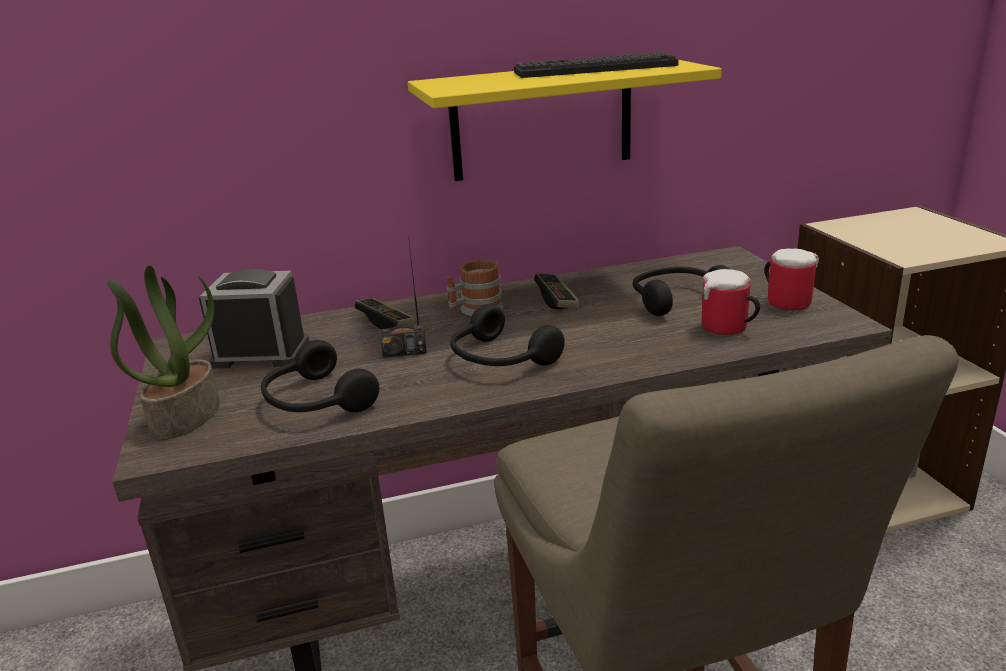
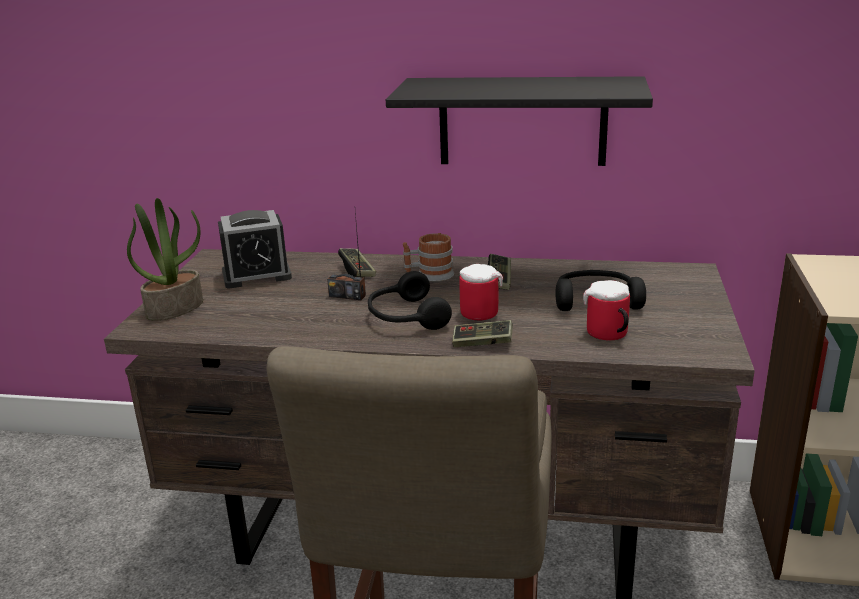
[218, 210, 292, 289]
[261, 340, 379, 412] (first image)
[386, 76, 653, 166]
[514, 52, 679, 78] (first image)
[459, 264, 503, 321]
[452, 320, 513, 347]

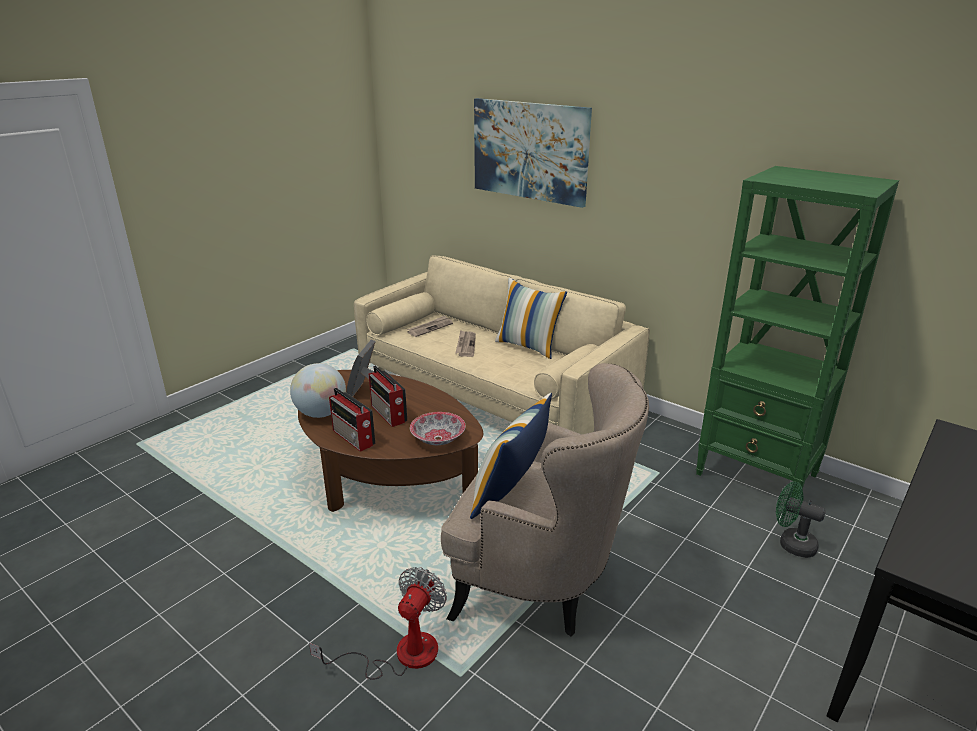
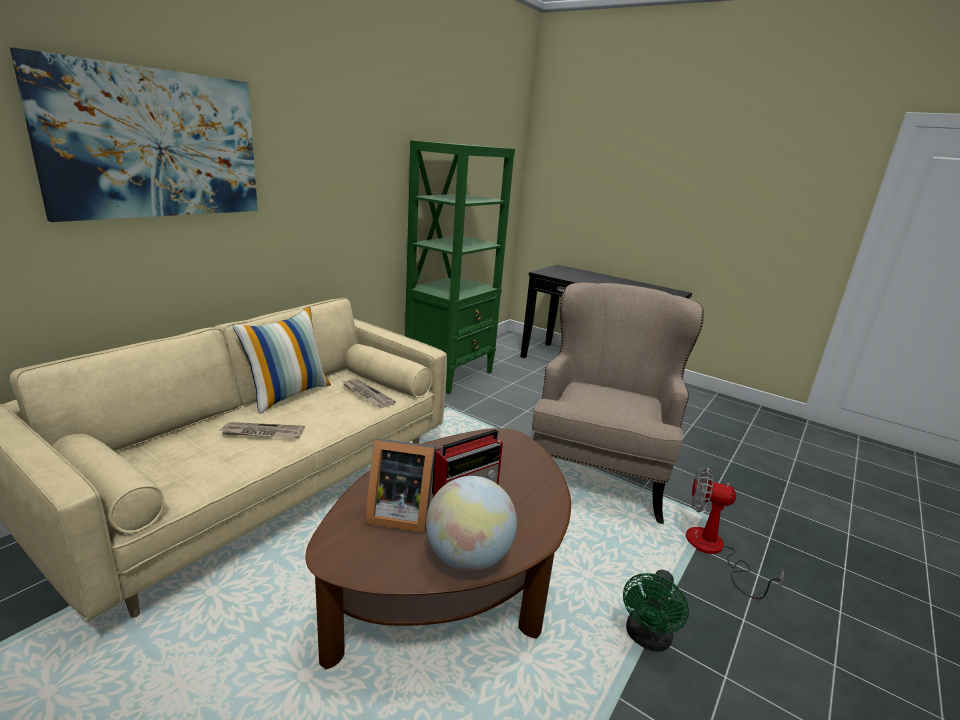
[329, 388, 375, 452] (first image)
[342, 379, 396, 408]
[410, 412, 466, 445] (first image)
[470, 393, 552, 519] (first image)
[623, 570, 689, 652]

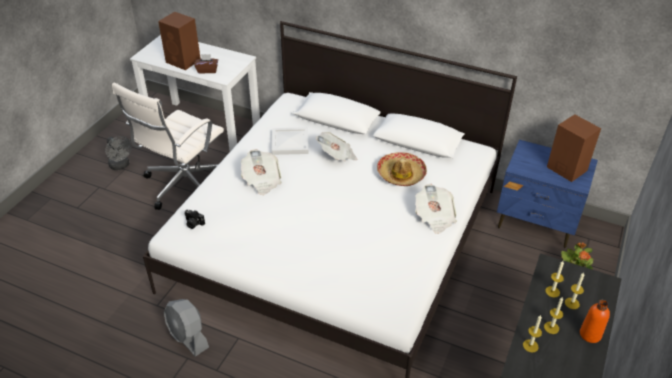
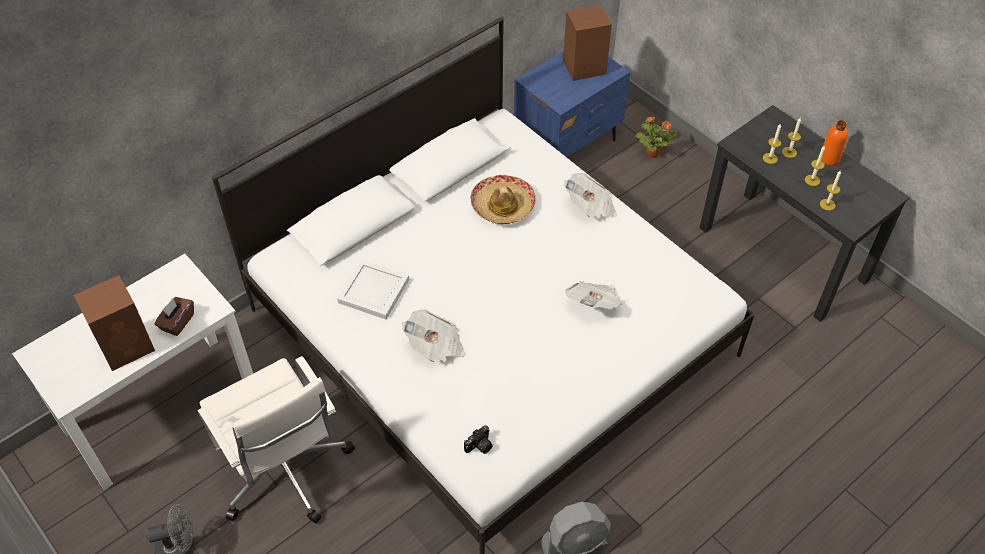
[565, 281, 622, 309]

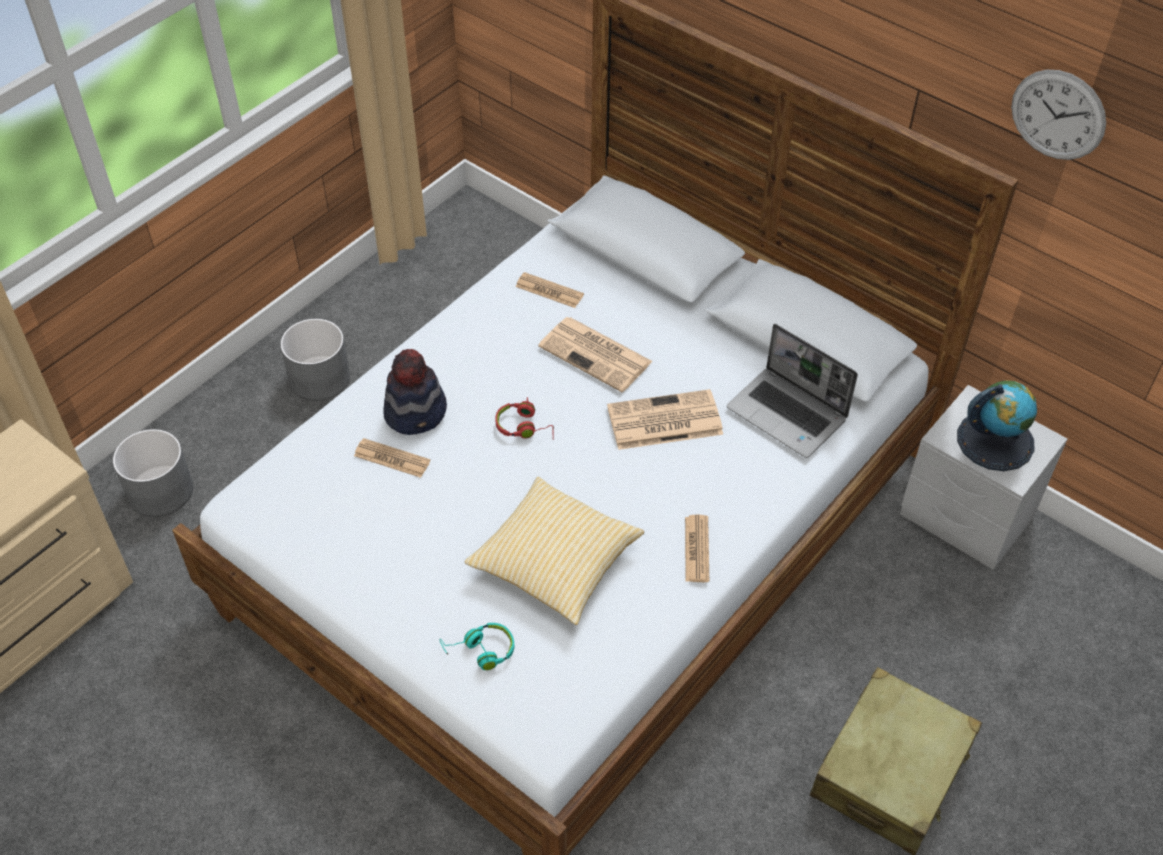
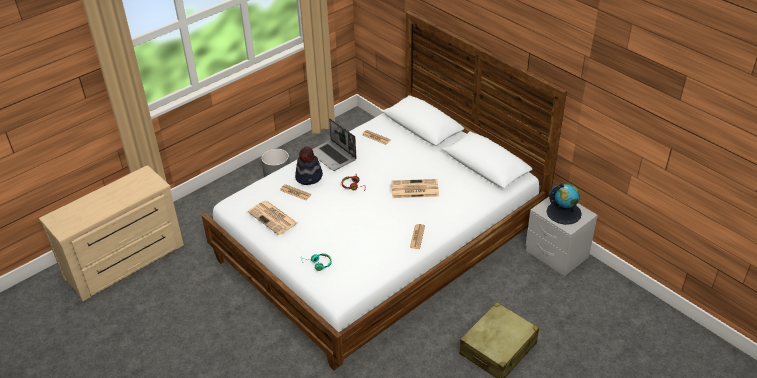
[113, 429, 193, 517] (first image)
[465, 477, 644, 625] (first image)
[248, 201, 298, 235]
[312, 118, 357, 171]
[1011, 70, 1106, 160] (first image)

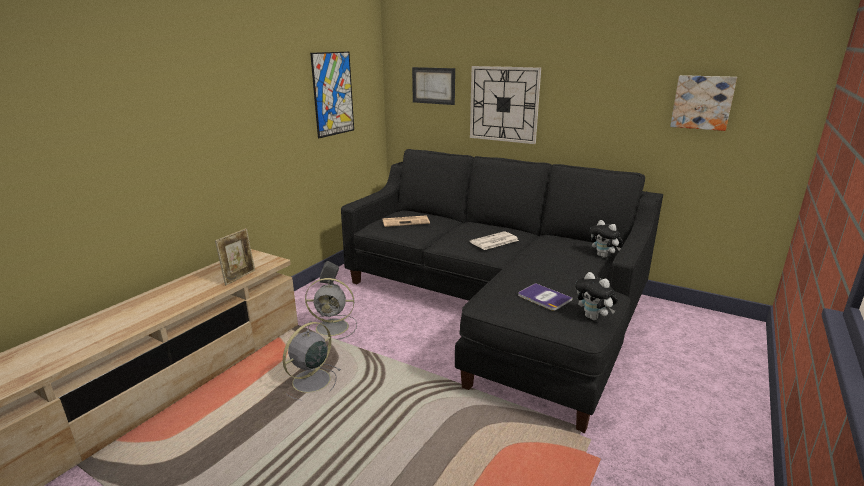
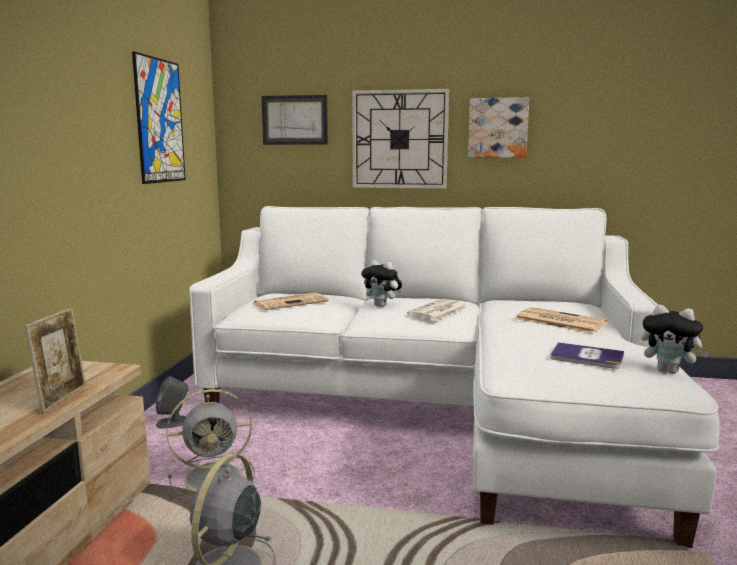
[189, 206, 719, 548]
[361, 260, 402, 307]
[468, 97, 529, 158]
[515, 307, 608, 333]

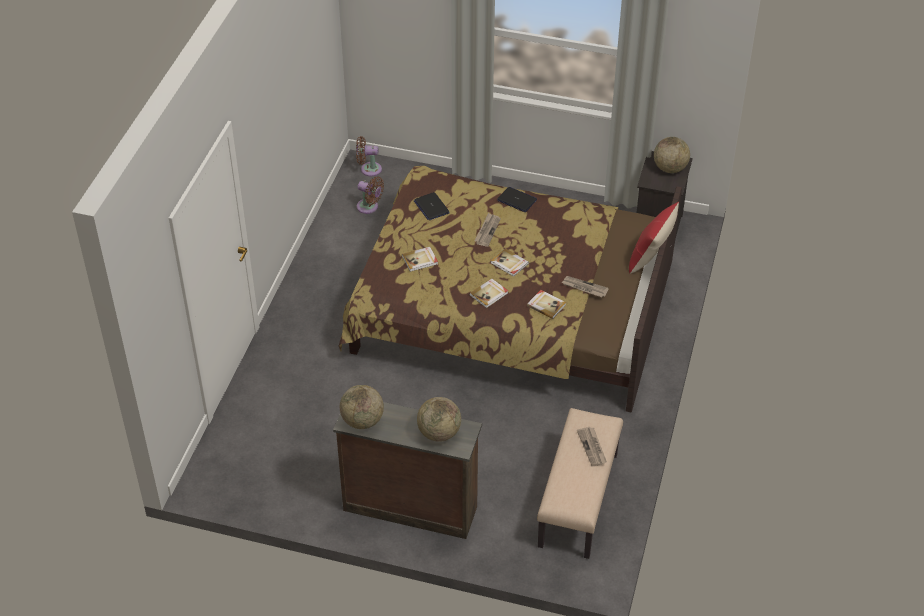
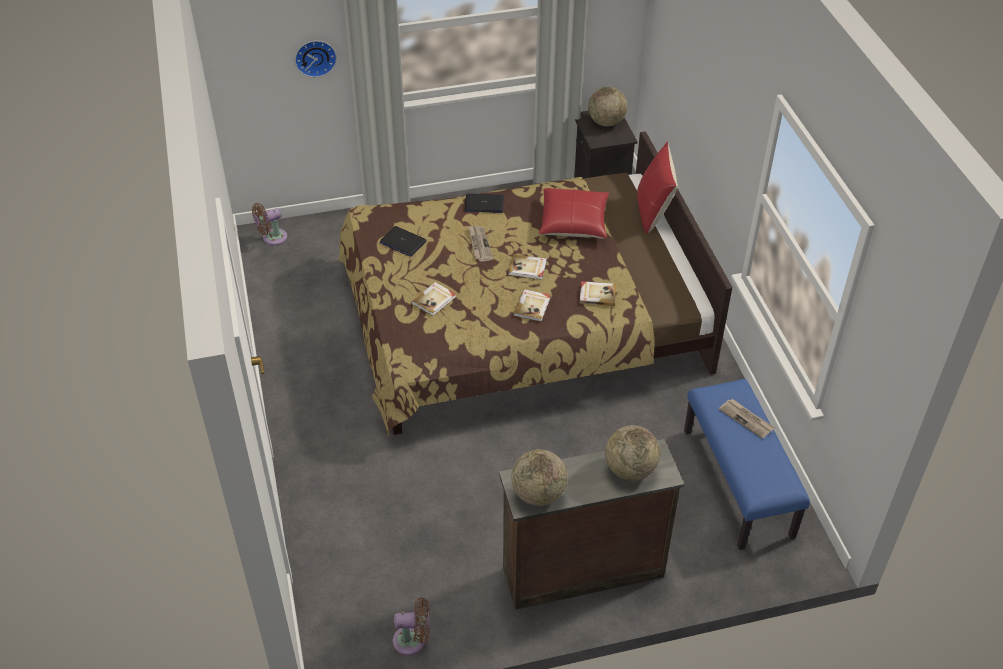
[393, 597, 429, 655]
[684, 379, 810, 550]
[561, 276, 609, 297] (first image)
[295, 41, 337, 77]
[539, 188, 609, 239]

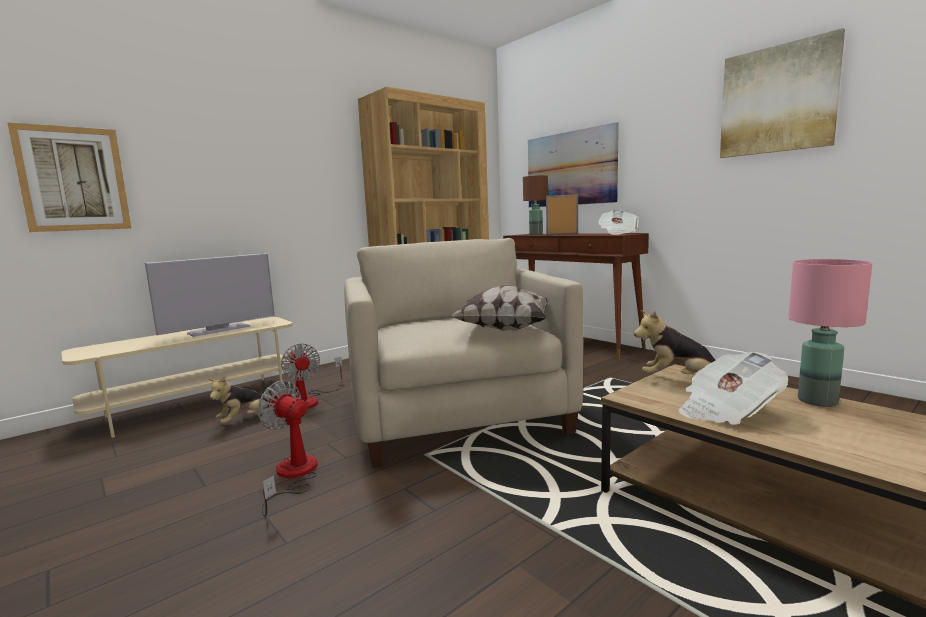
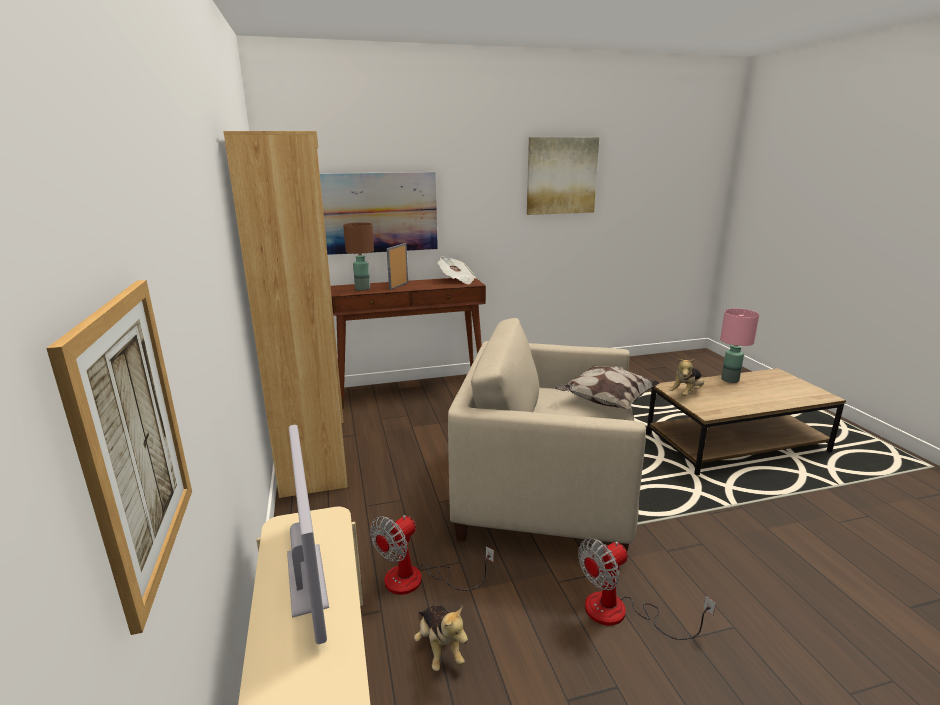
[370, 515, 494, 595]
[679, 352, 788, 425] (first image)

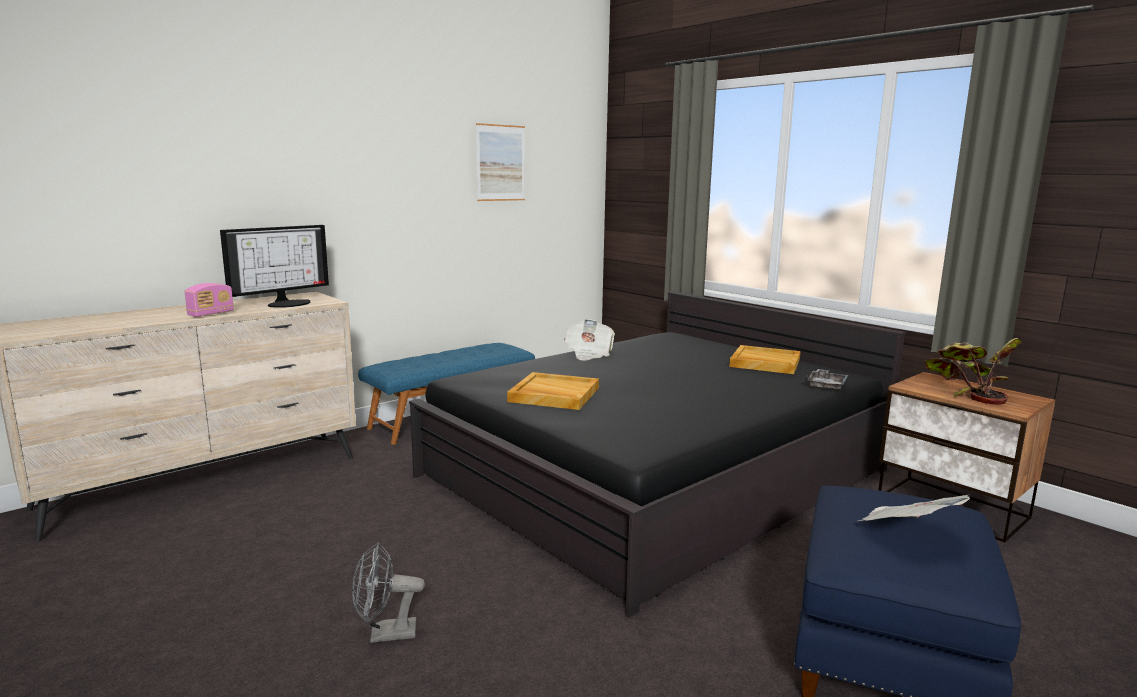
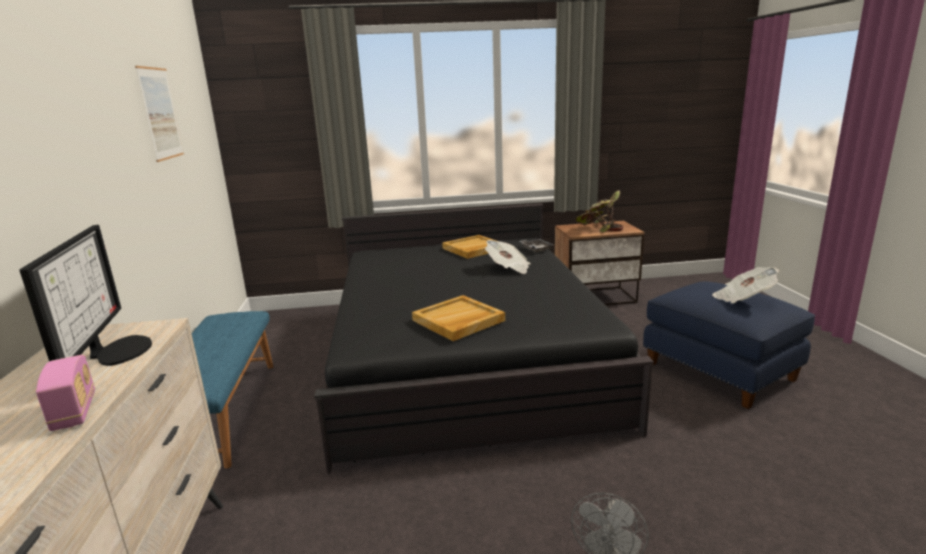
[485, 240, 530, 274]

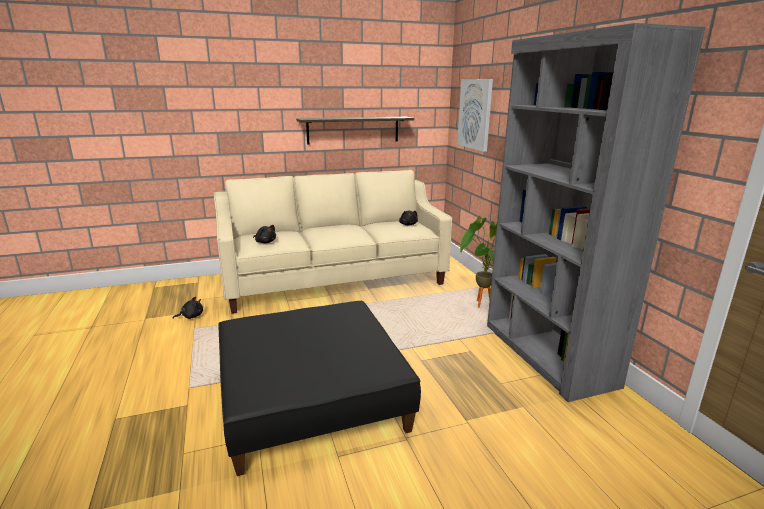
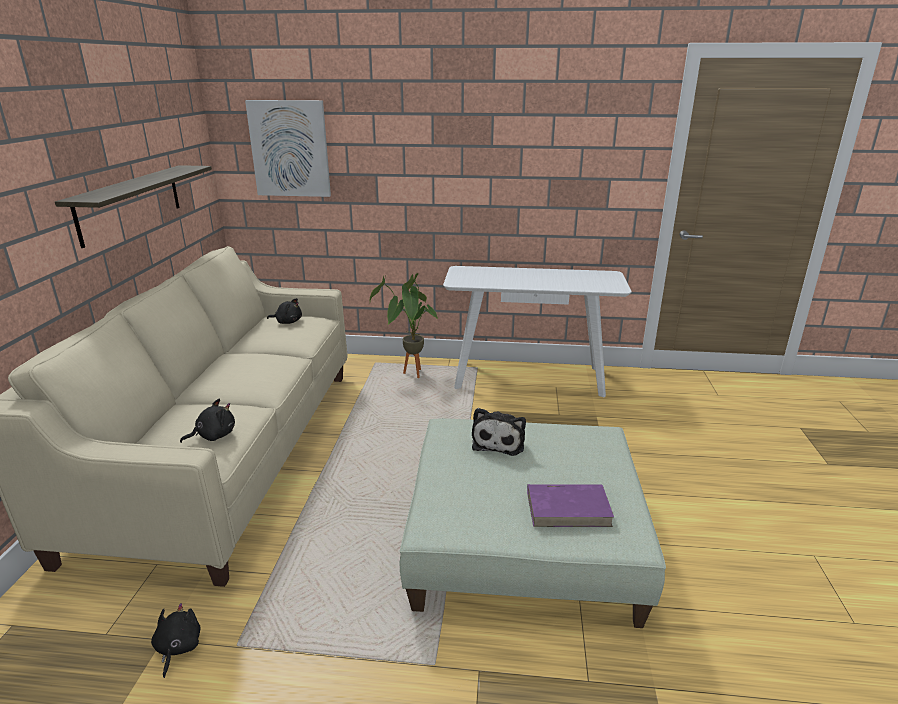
[399, 418, 666, 628]
[443, 266, 631, 397]
[472, 408, 526, 456]
[527, 484, 614, 527]

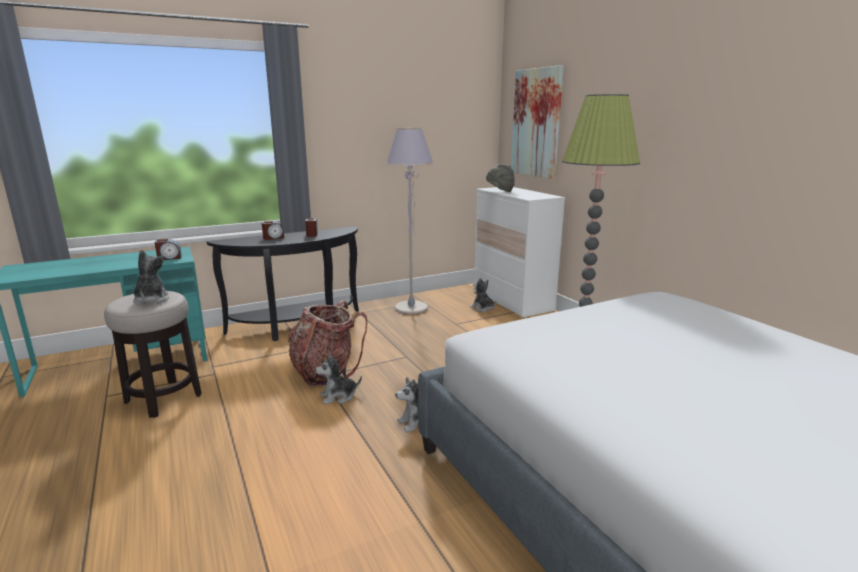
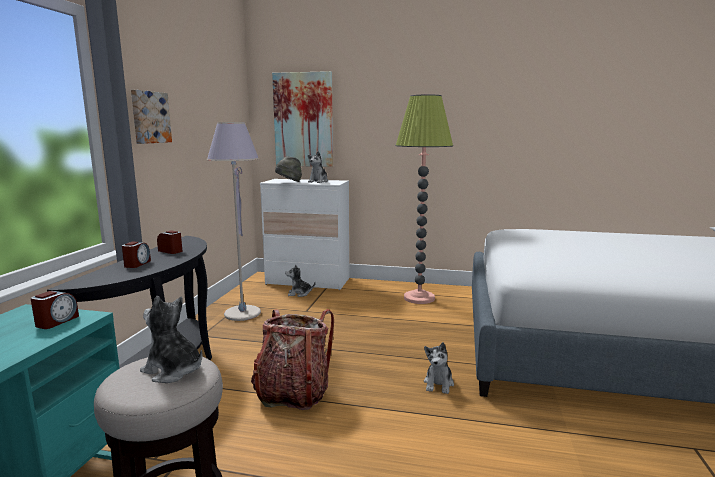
[308, 151, 328, 183]
[131, 90, 172, 144]

